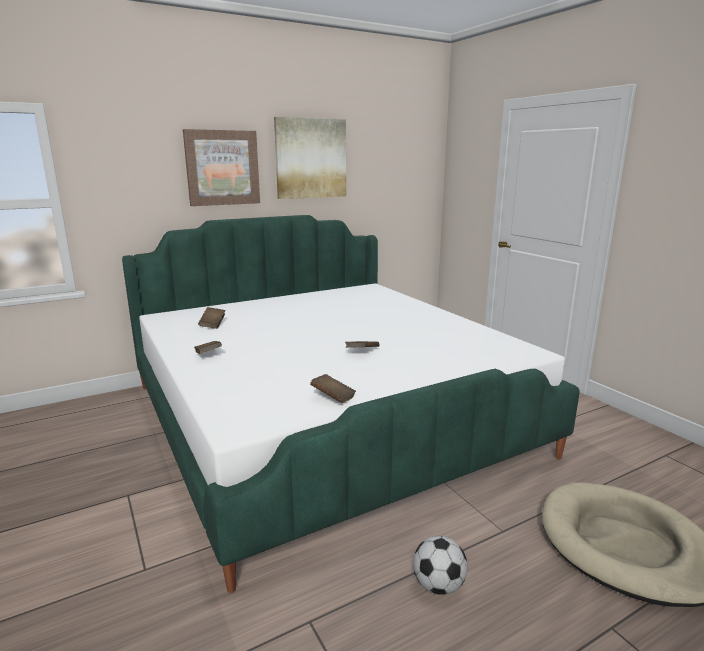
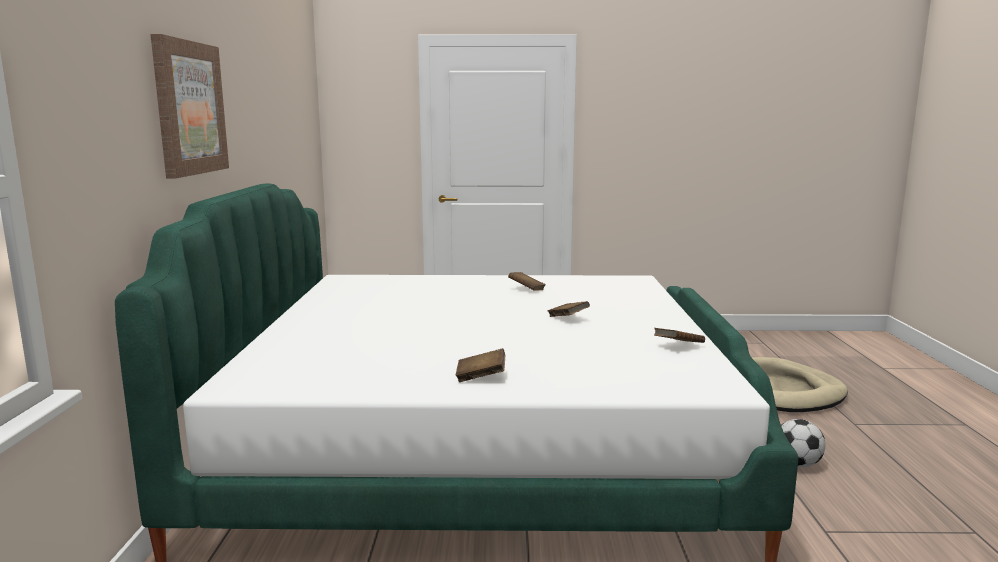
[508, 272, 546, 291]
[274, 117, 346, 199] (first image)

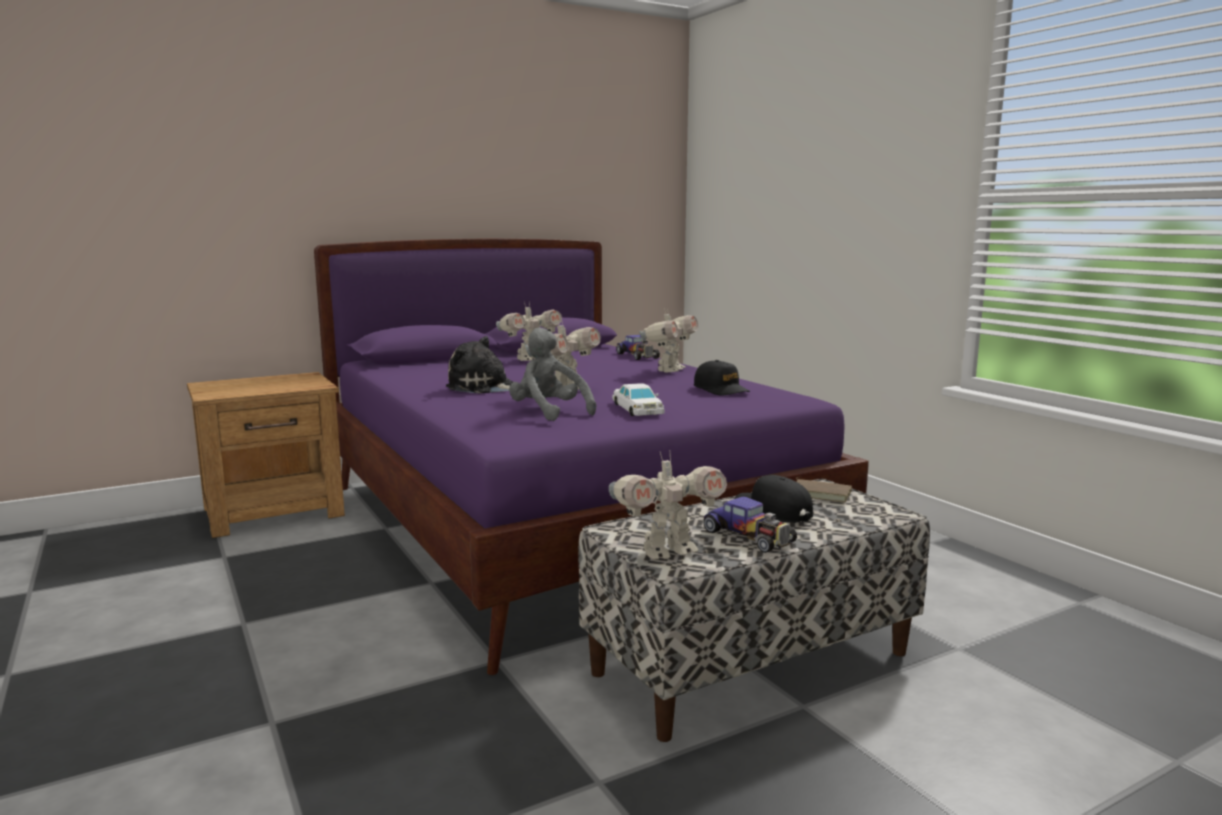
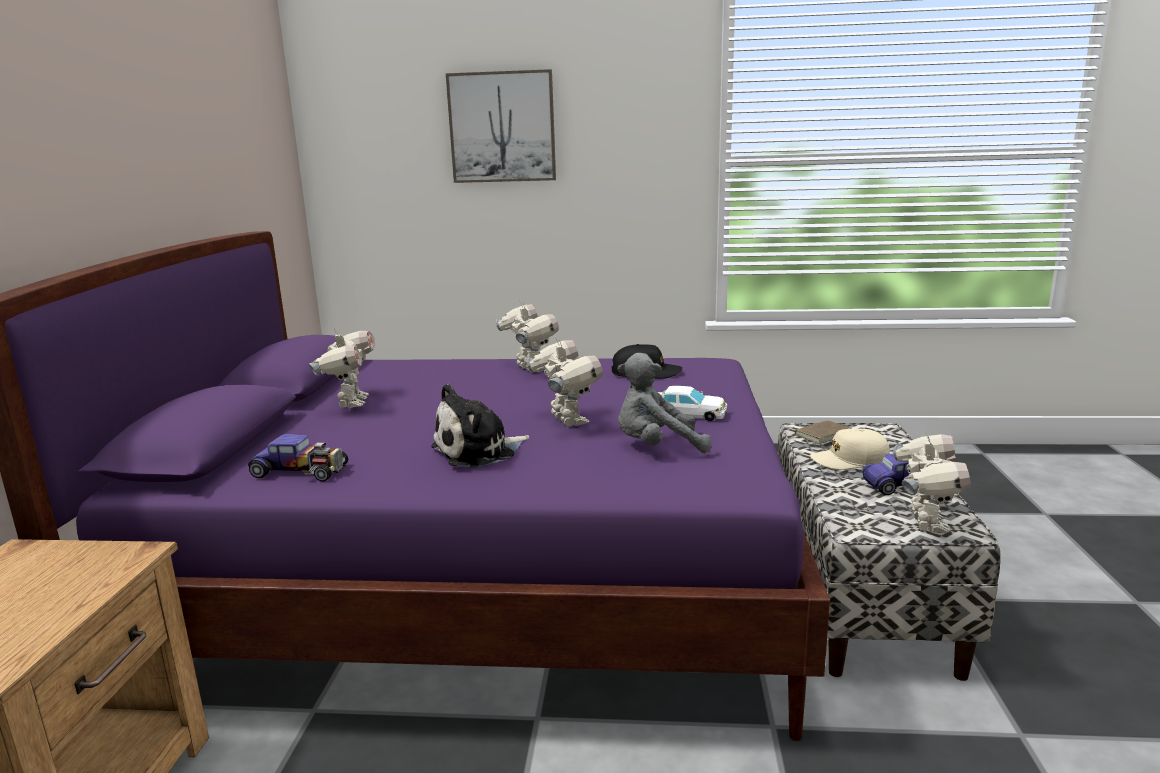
[248, 434, 348, 481]
[810, 428, 890, 470]
[446, 69, 556, 183]

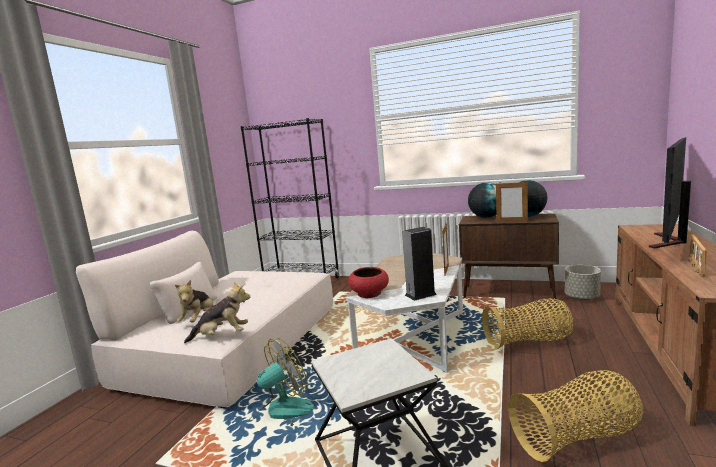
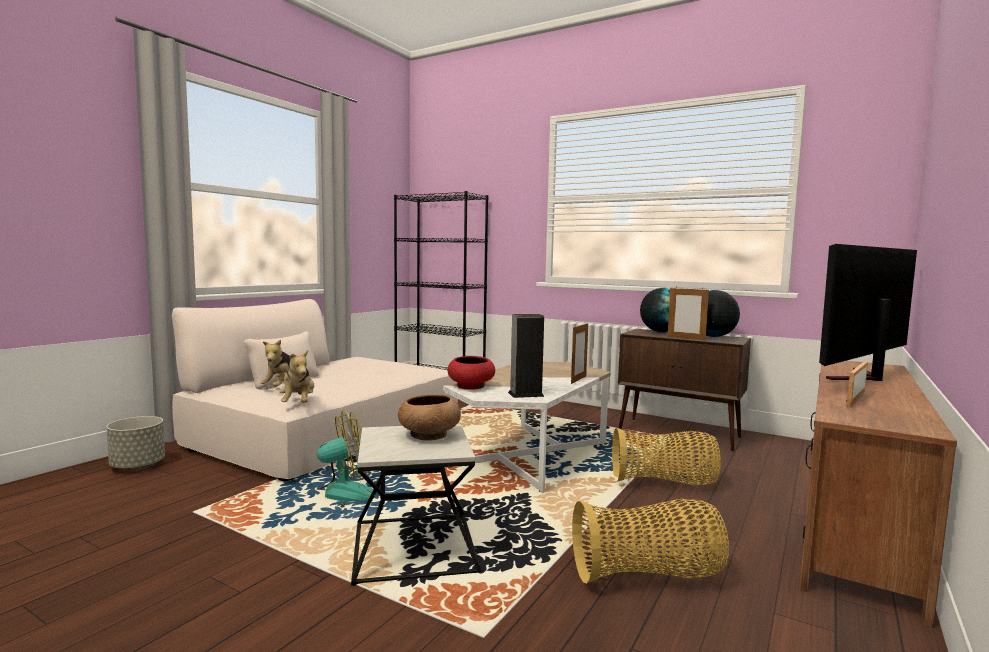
[279, 350, 314, 403]
[106, 416, 165, 470]
[398, 394, 461, 441]

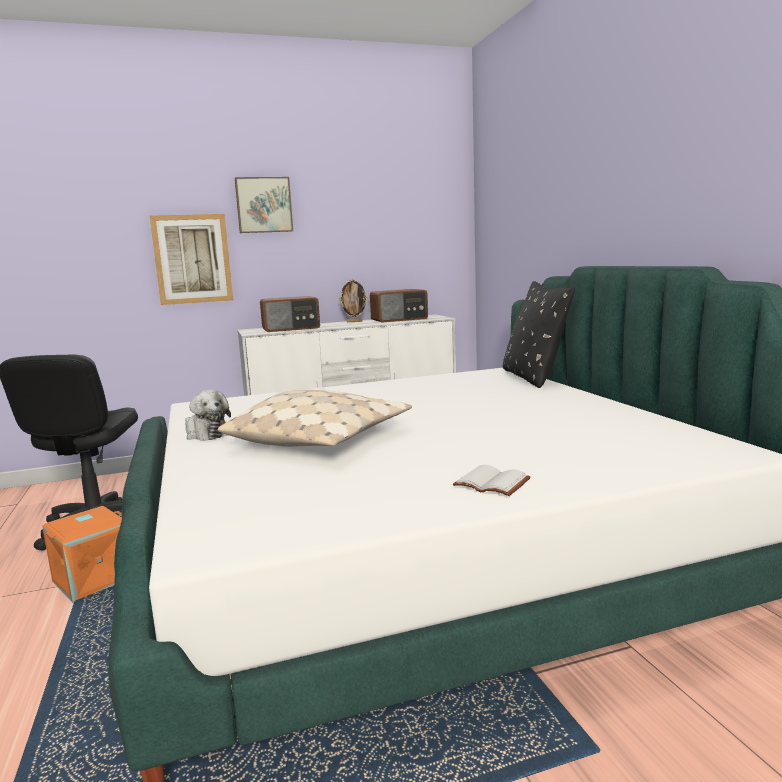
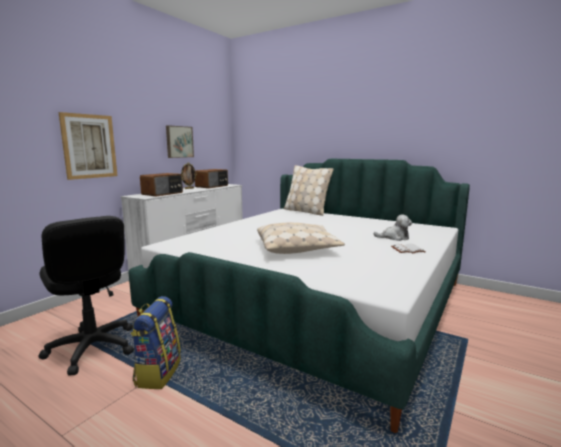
[131, 296, 181, 389]
[374, 214, 412, 241]
[166, 125, 194, 158]
[284, 165, 334, 216]

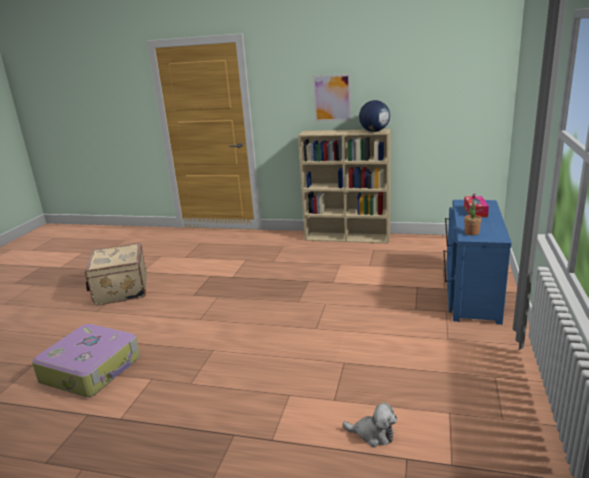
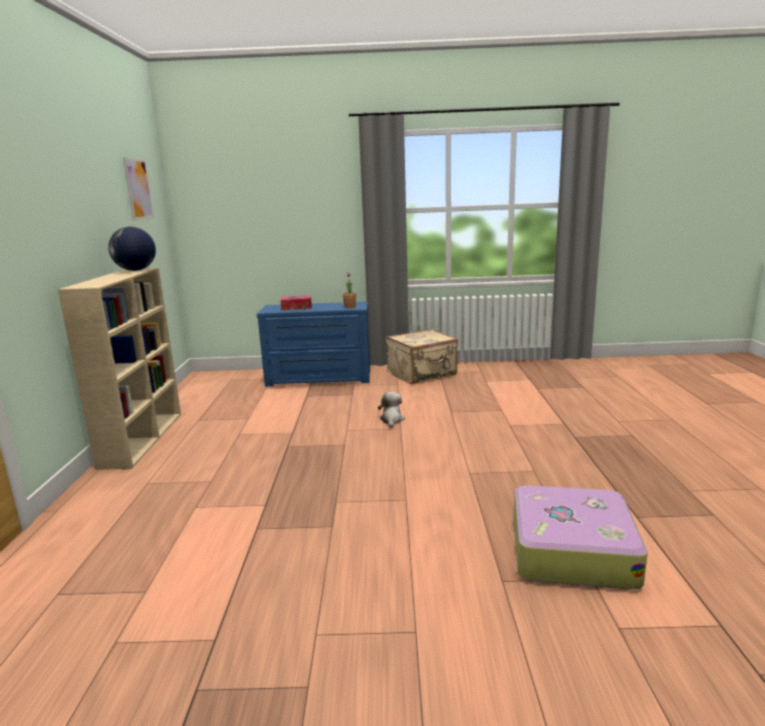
[386, 329, 458, 384]
[123, 157, 154, 220]
[378, 392, 405, 428]

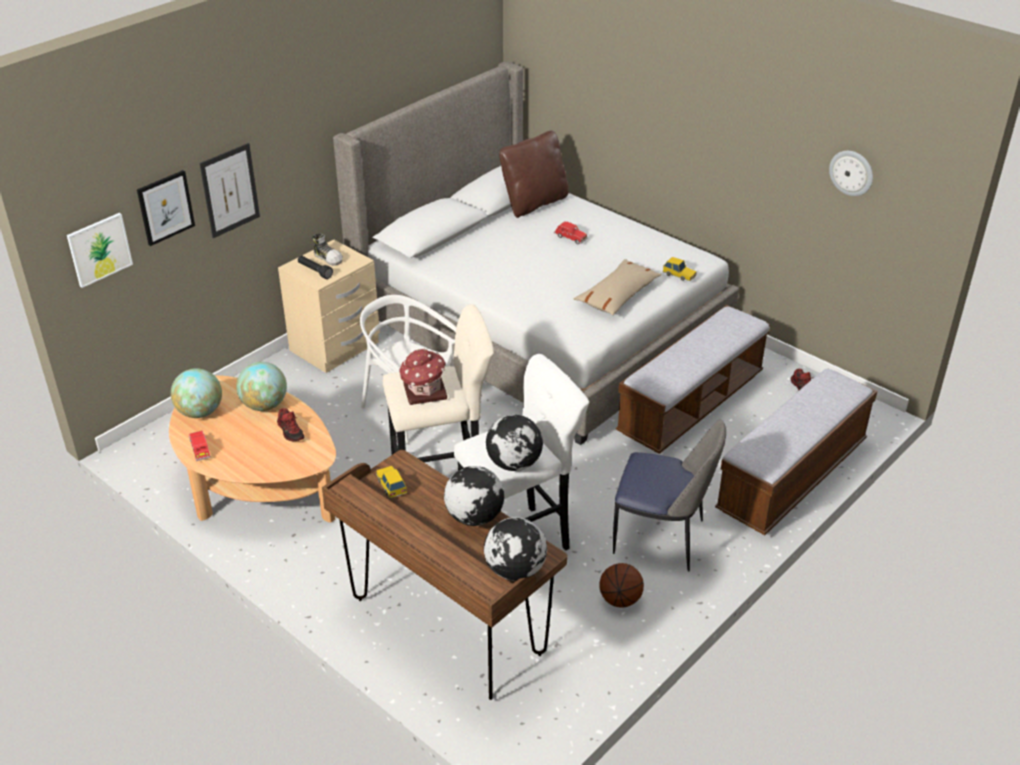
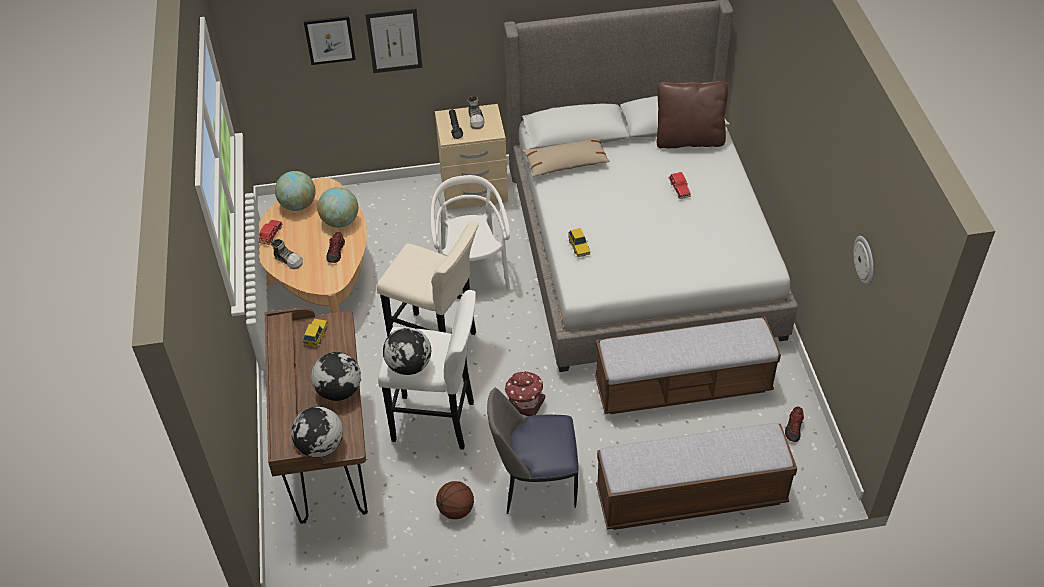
[67, 213, 133, 288] (first image)
[505, 371, 545, 416]
[522, 138, 610, 177]
[487, 388, 579, 514]
[568, 228, 590, 257]
[271, 239, 303, 269]

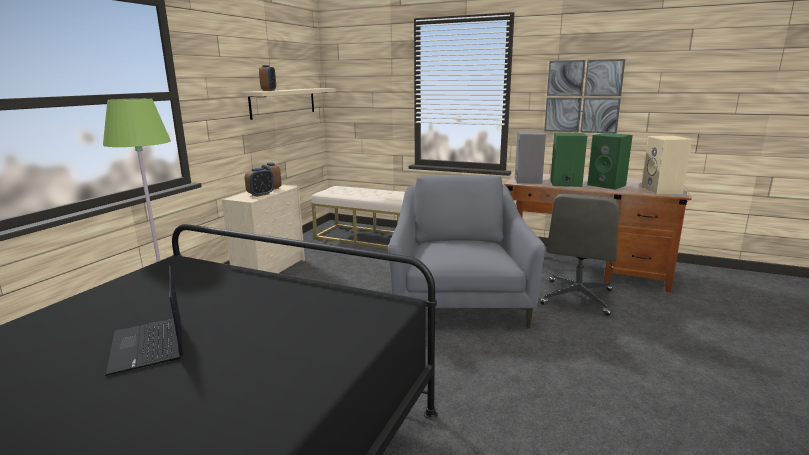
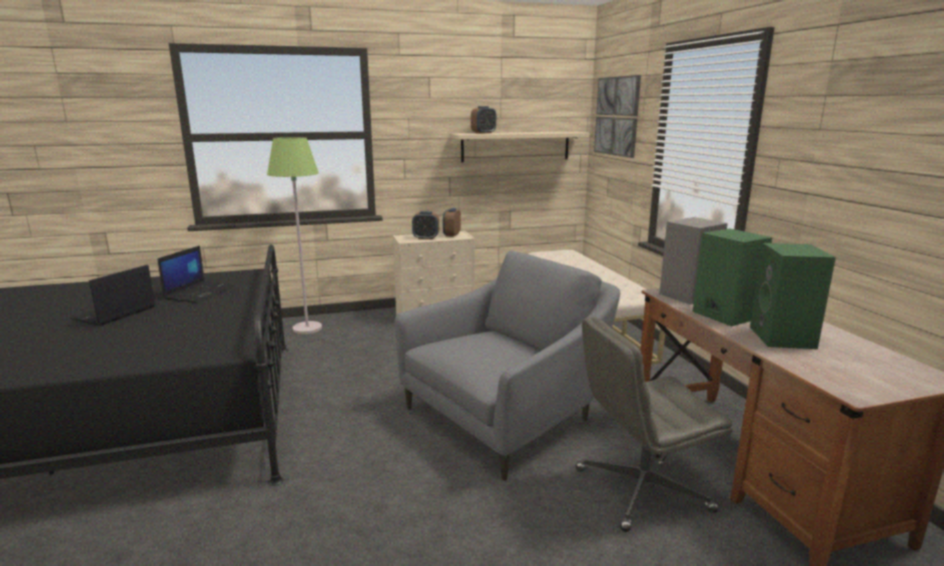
[594, 75, 641, 158]
[641, 136, 692, 194] (first image)
[158, 246, 236, 303]

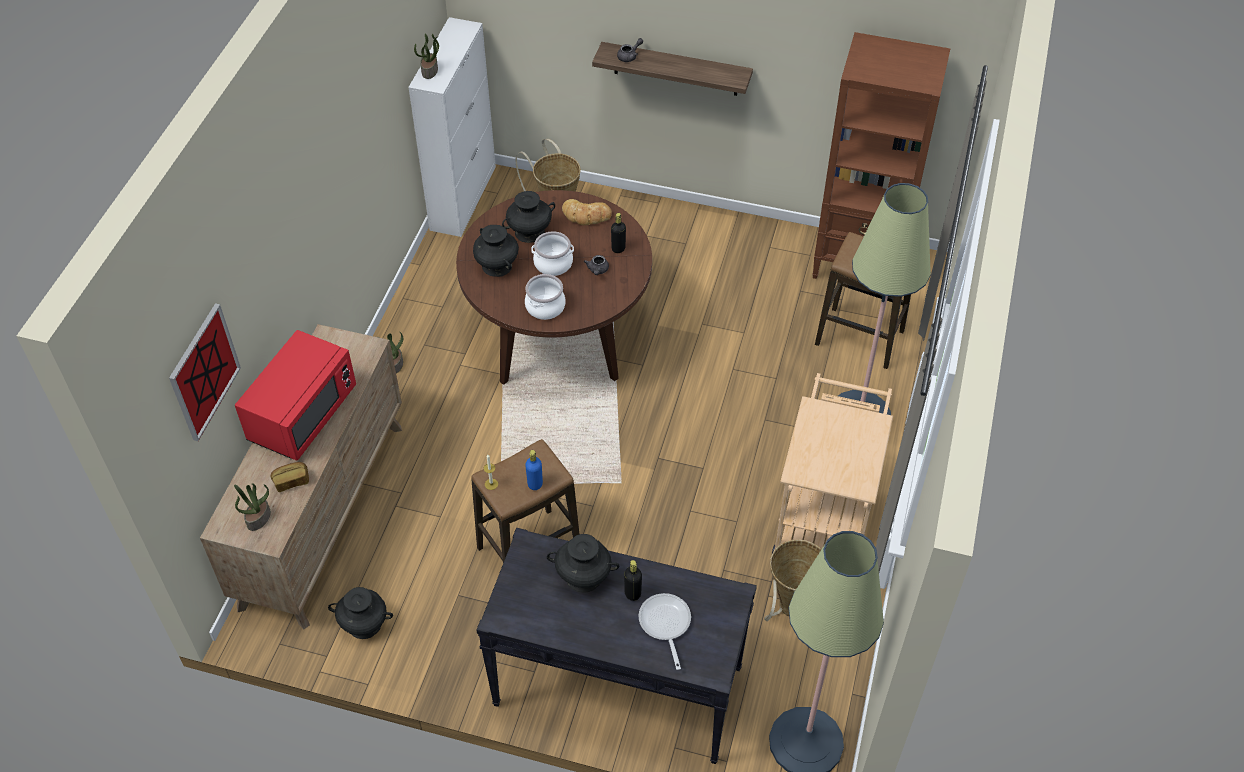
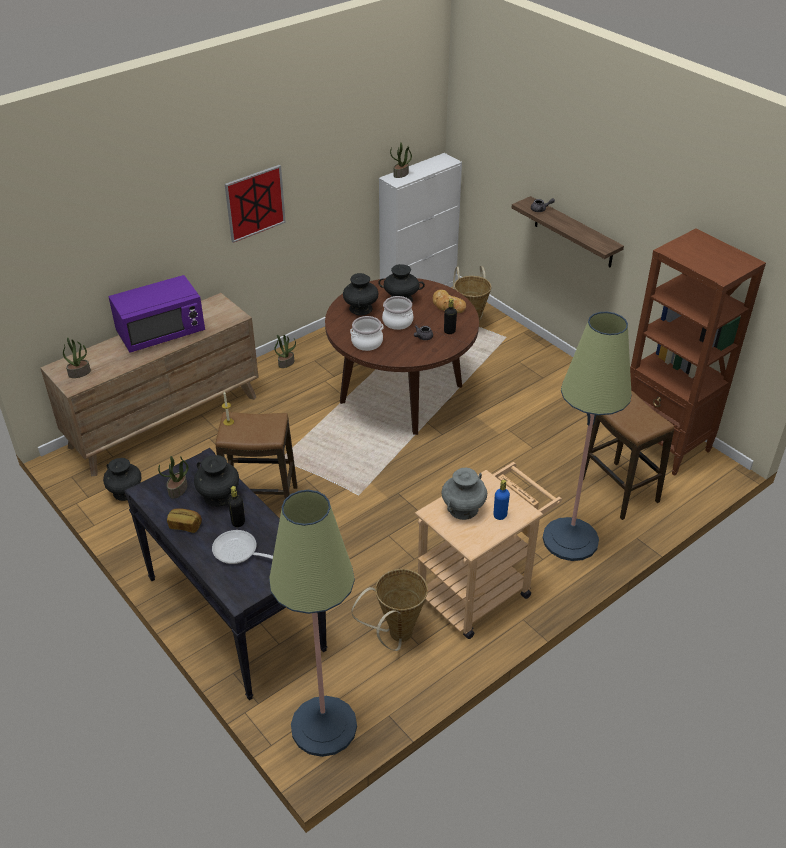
[225, 165, 286, 243]
[109, 275, 205, 353]
[167, 508, 202, 533]
[493, 480, 510, 520]
[212, 530, 273, 564]
[158, 456, 189, 498]
[441, 468, 487, 520]

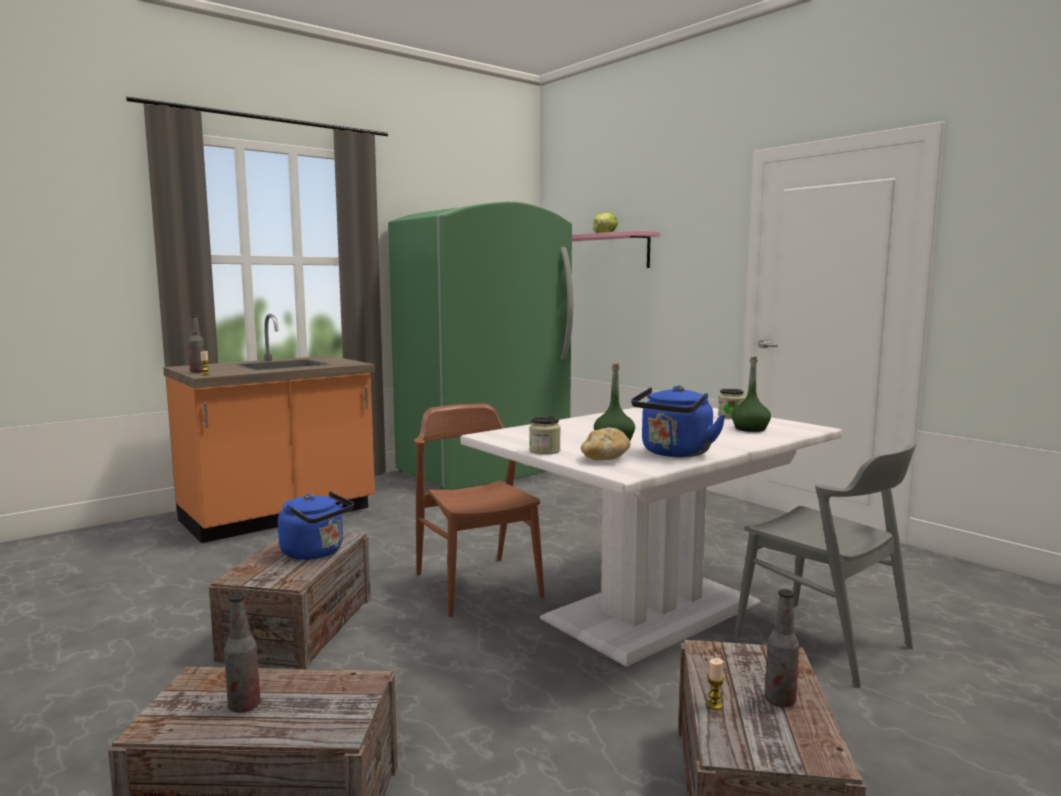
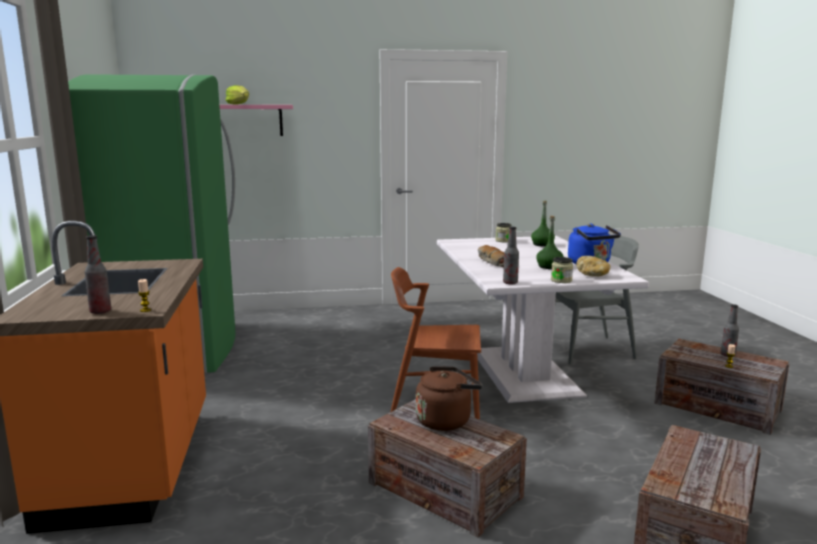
[503, 227, 519, 284]
[416, 366, 482, 431]
[478, 245, 504, 267]

